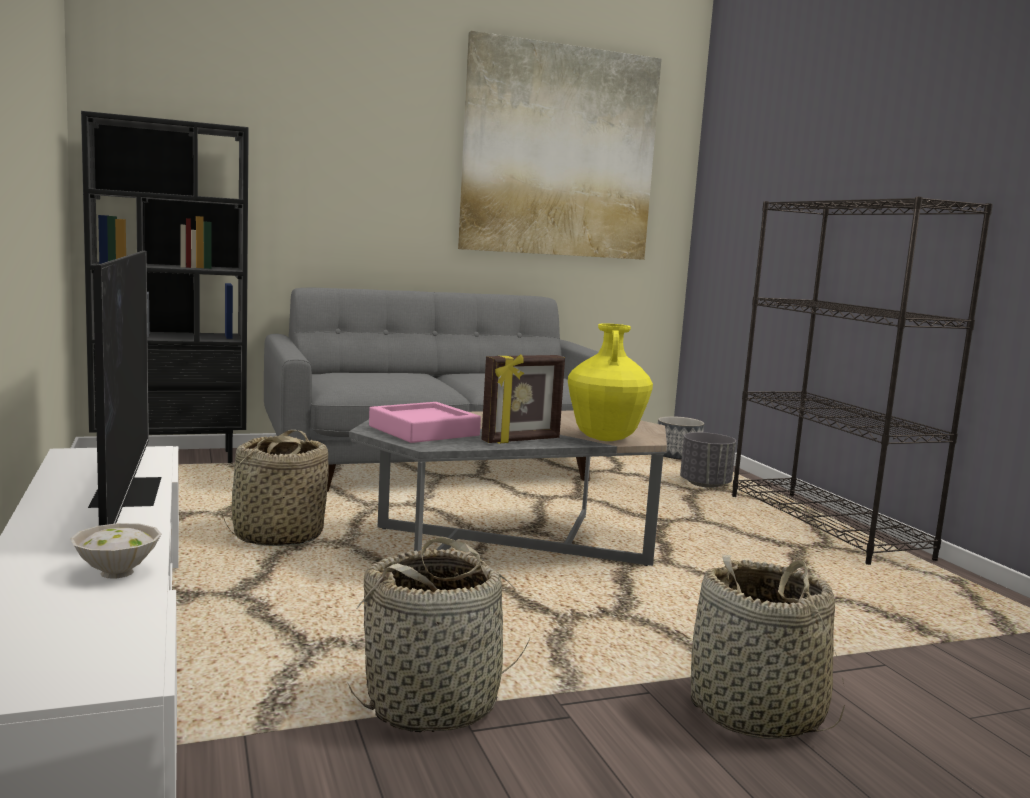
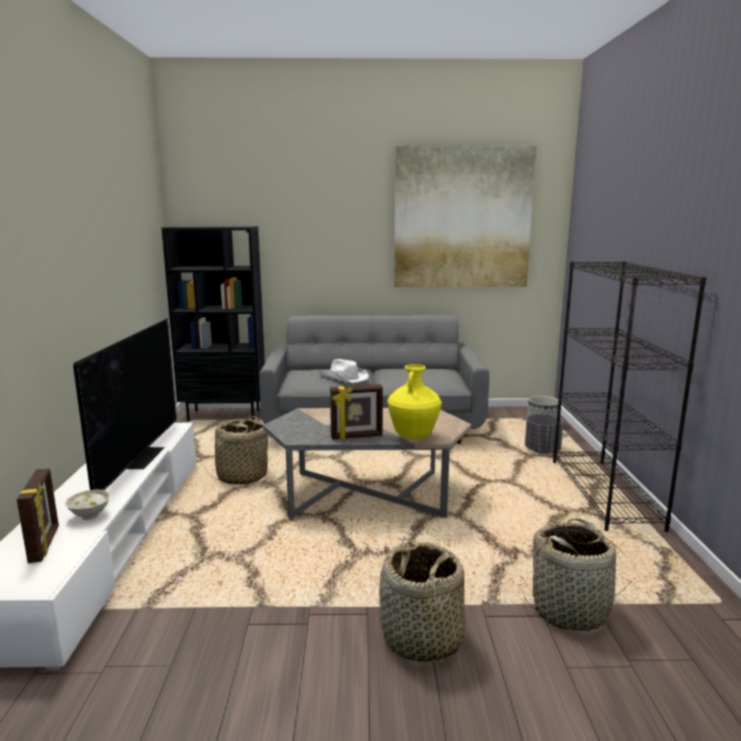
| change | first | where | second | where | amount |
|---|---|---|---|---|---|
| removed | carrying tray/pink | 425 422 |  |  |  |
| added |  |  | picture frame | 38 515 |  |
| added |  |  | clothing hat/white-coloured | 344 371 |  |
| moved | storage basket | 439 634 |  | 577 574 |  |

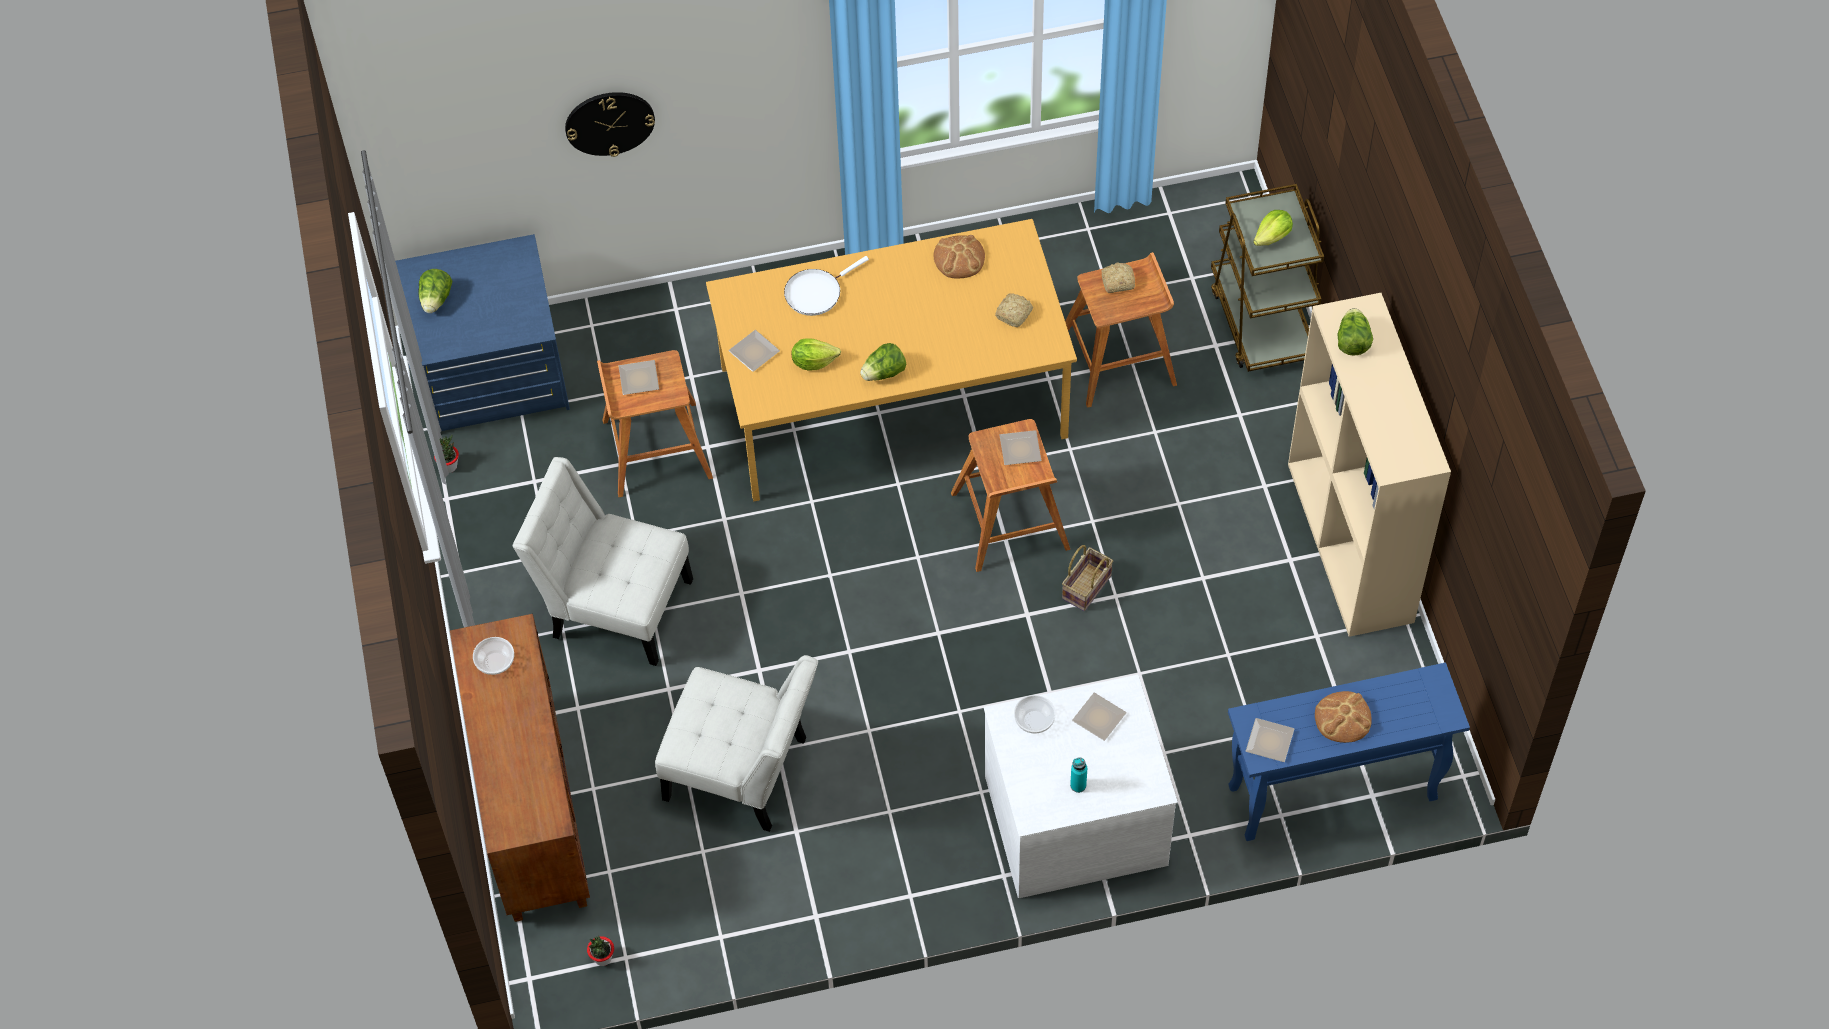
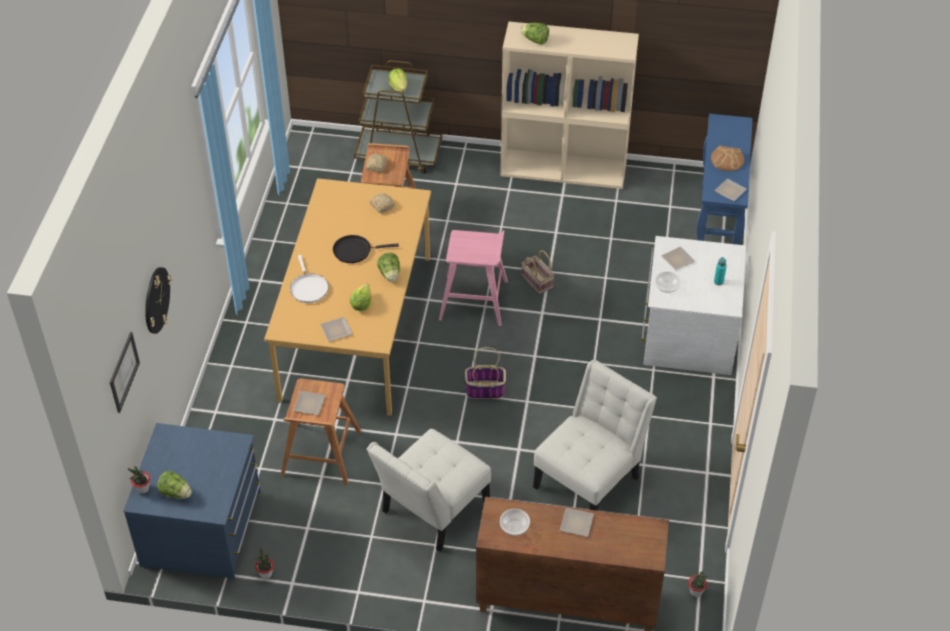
| change | first | where | second | where | amount |
|---|---|---|---|---|---|
| removed | baked bread | 959 257 |  |  |  |
| added |  |  | wall art | 125 372 |  |
| added |  |  | plant in a pot | 139 480 |  |
| added |  |  | frying pan/black-coloured | 366 249 |  |
| added |  |  | storage basket | 485 373 |  |
| moved | plate | 1020 447 |  | 577 522 |  |
| recoloured | sitting stool/brownish | 1010 495 | sitting stool/pink | 473 278 |  |

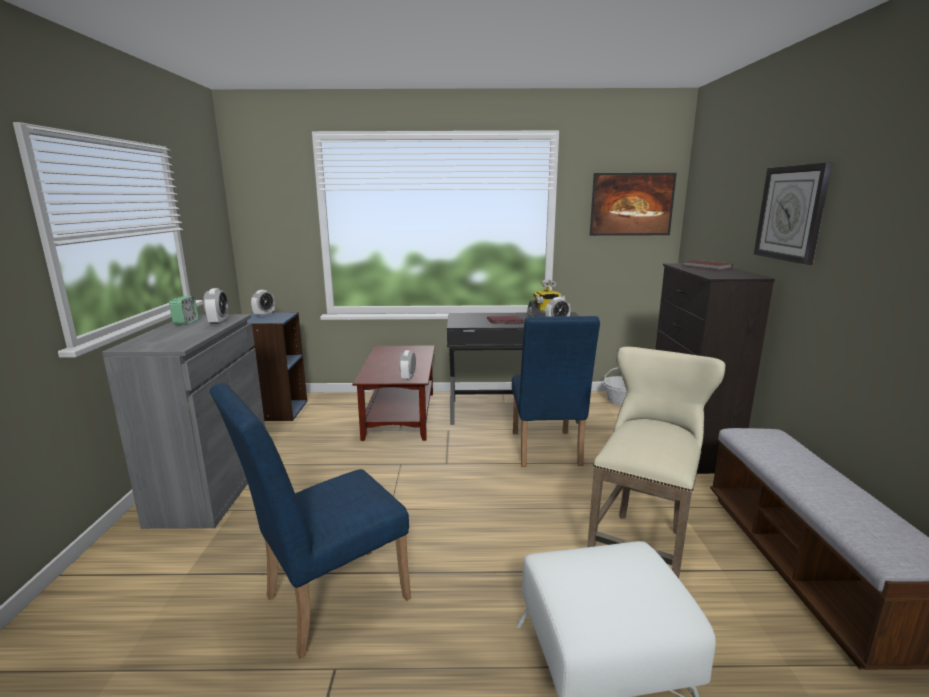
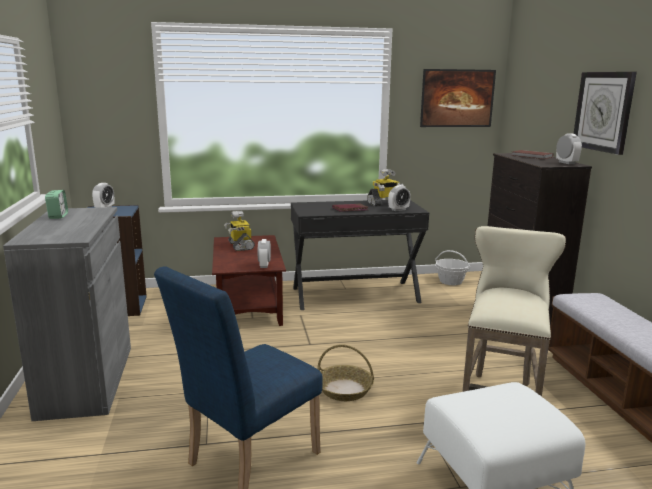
| change | first | where | second | where | amount |
|---|---|---|---|---|---|
| removed | upright chair/bluish | 556 391 |  |  |  |
| added |  |  | model robot | 239 231 |  |
| added |  |  | storage basket | 345 372 |  |
| moved | table clock | 215 306 |  | 569 148 |  |

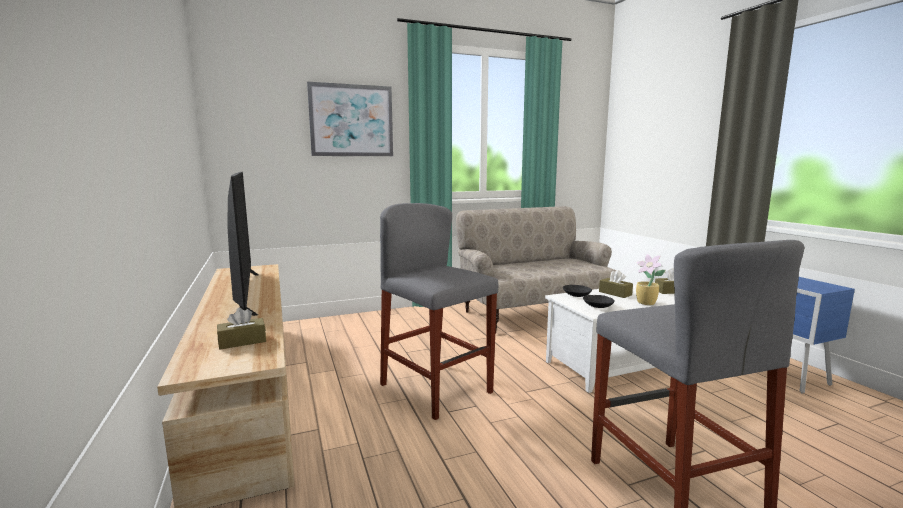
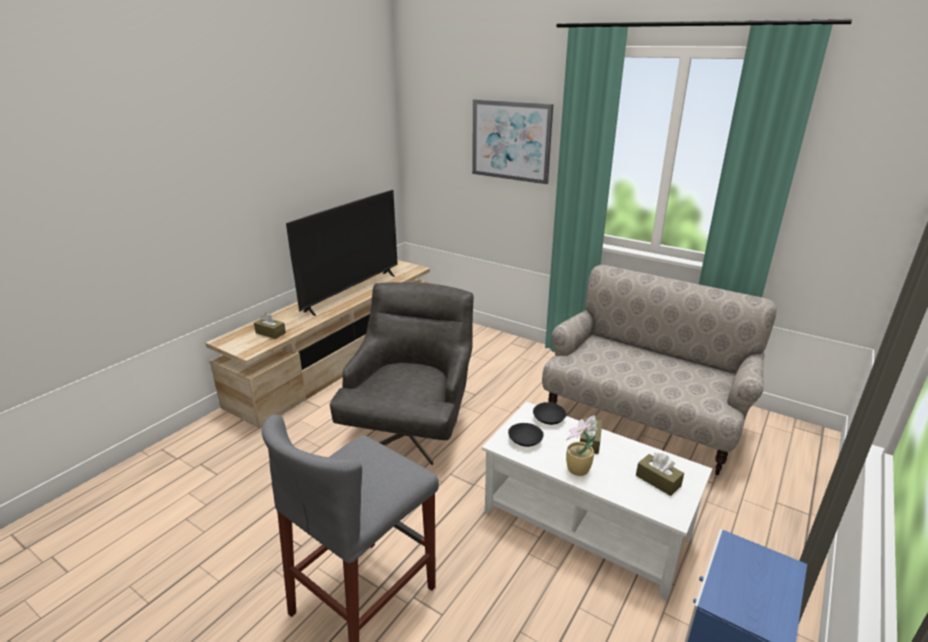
| change | first | where | second | where | amount |
|---|---|---|---|---|---|
| replaced | sitting stool/gray | 439 311 | armchair/gray | 402 373 |  |

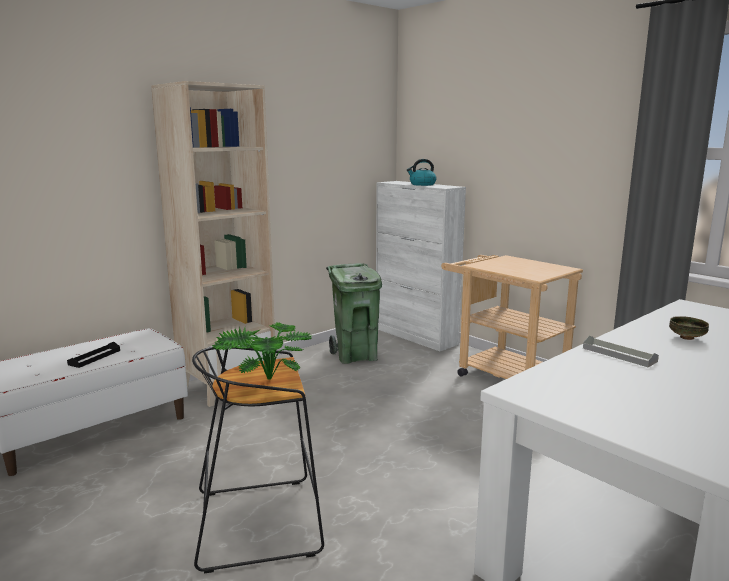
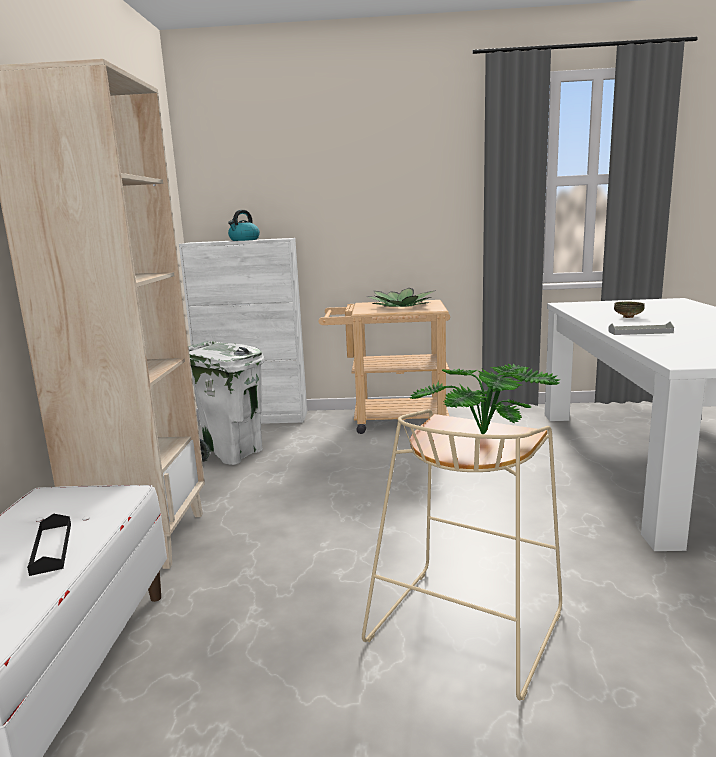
| change | first | where | second | where | amount |
|---|---|---|---|---|---|
| added |  |  | plant in a pot | 401 297 |  |
| recoloured | sitting stool/black-coloured | 258 460 | sitting stool/beige-coloured | 462 554 |  |
| recoloured | trash can/green | 354 313 | trash can/white-coloured | 227 403 |  |

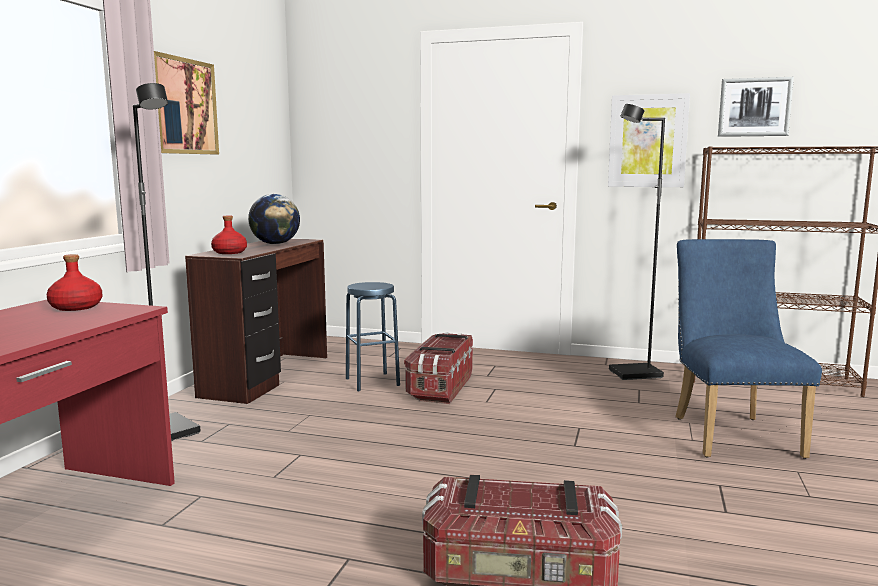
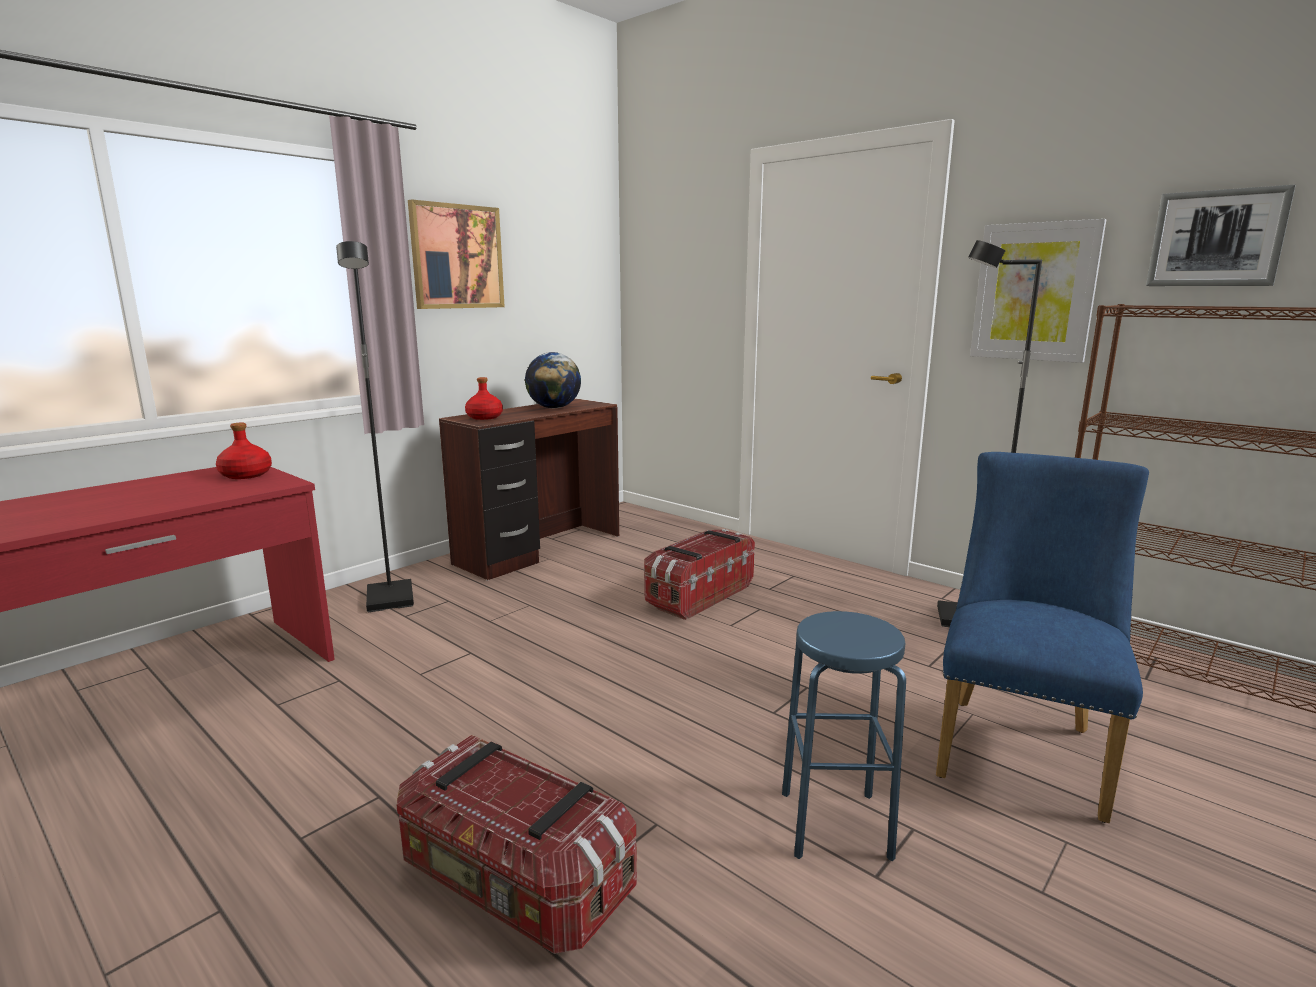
| change | first | where | second | where | amount |
|---|---|---|---|---|---|
| moved | sitting stool/bluish | 373 336 |  | 844 736 |  |

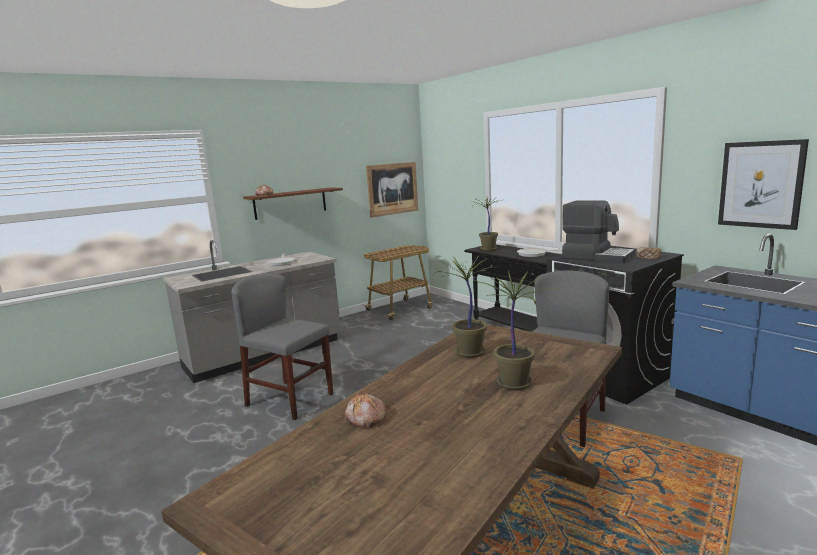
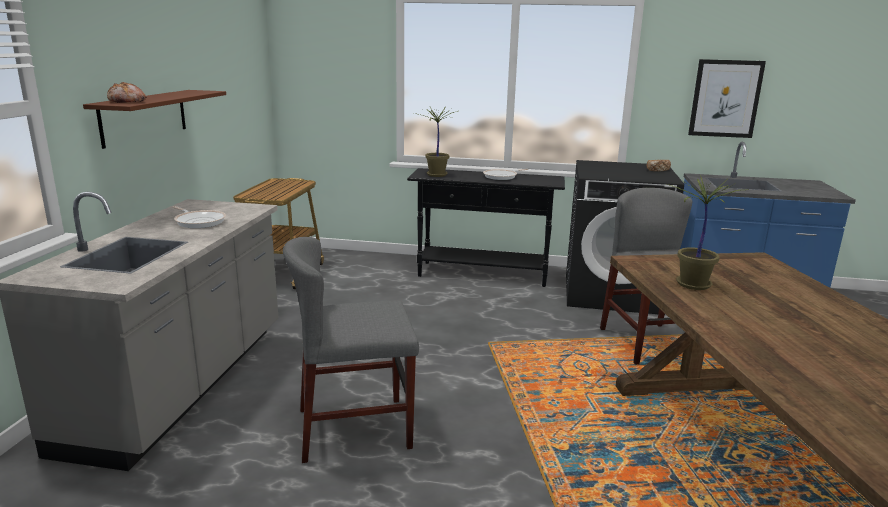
| change | first | where | second | where | amount |
|---|---|---|---|---|---|
| removed | baked bread | 366 410 |  |  |  |
| removed | wall art | 392 189 |  |  |  |
| removed | plant in a pot | 517 330 |  |  |  |
| removed | coffee machine | 598 231 |  |  |  |

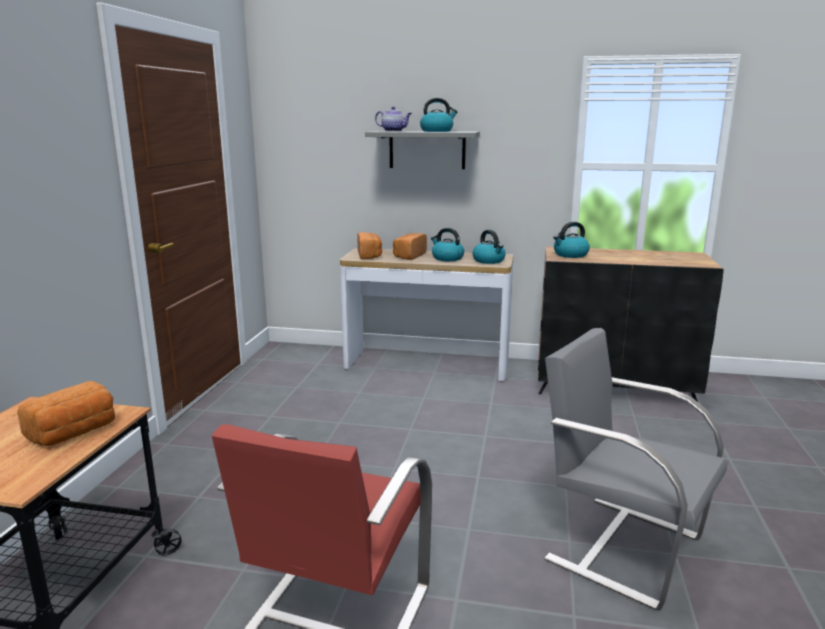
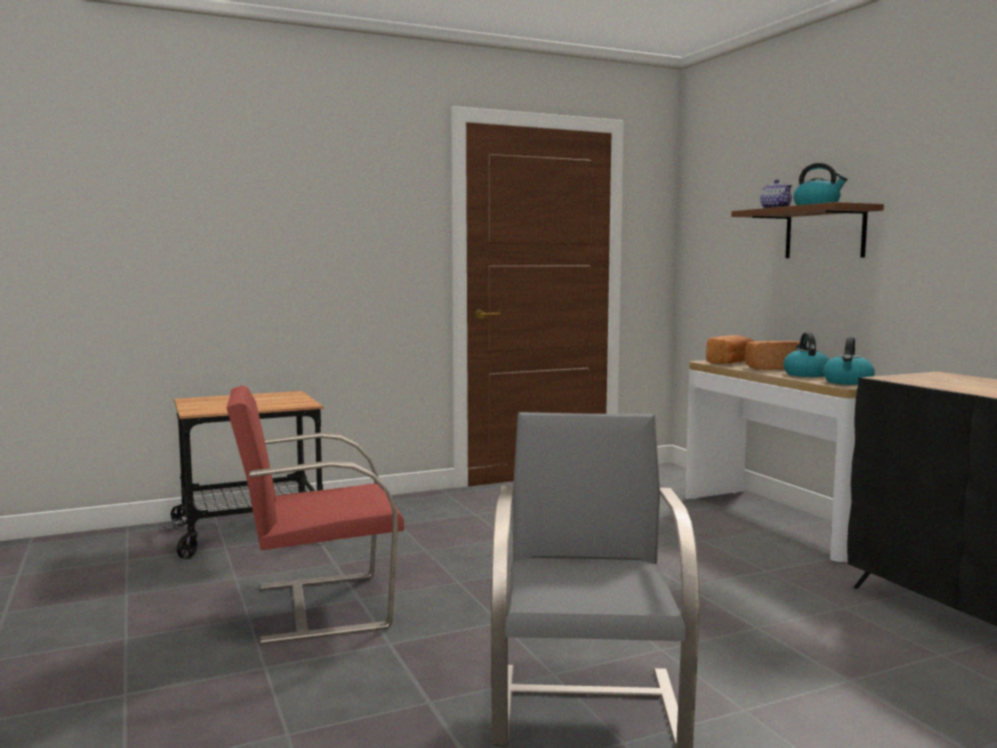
| change | first | where | second | where | amount |
|---|---|---|---|---|---|
| removed | baked bread | 66 413 |  |  |  |
| removed | water kettle | 571 240 |  |  |  |
| recoloured | bracket shelf/gray | 422 150 | bracket shelf/brownish | 807 230 |  |

